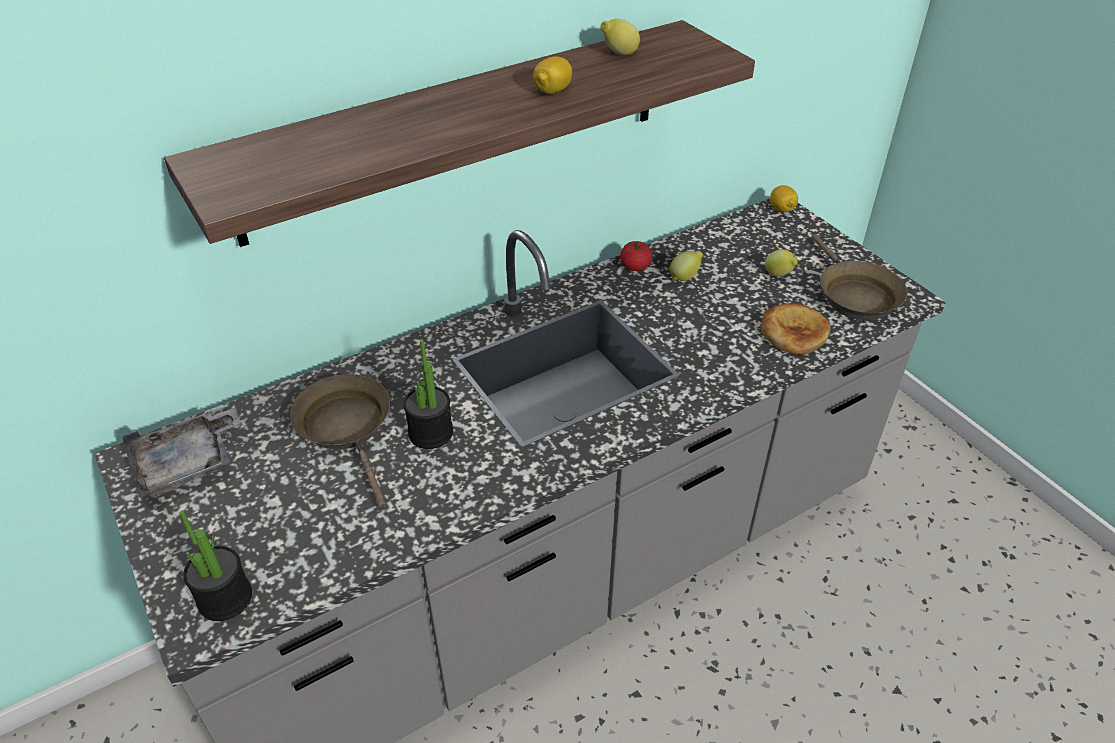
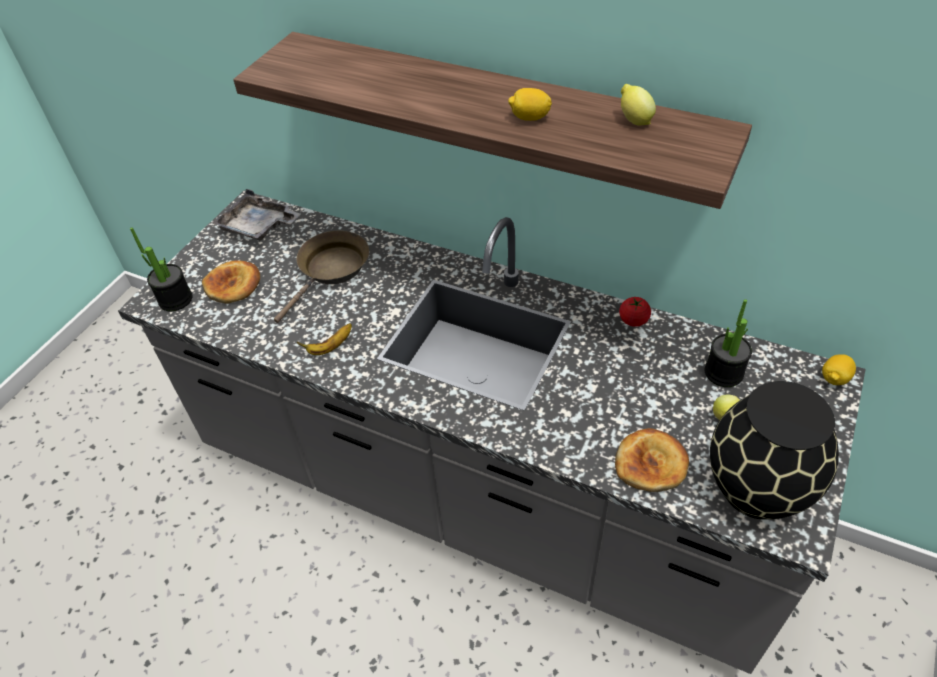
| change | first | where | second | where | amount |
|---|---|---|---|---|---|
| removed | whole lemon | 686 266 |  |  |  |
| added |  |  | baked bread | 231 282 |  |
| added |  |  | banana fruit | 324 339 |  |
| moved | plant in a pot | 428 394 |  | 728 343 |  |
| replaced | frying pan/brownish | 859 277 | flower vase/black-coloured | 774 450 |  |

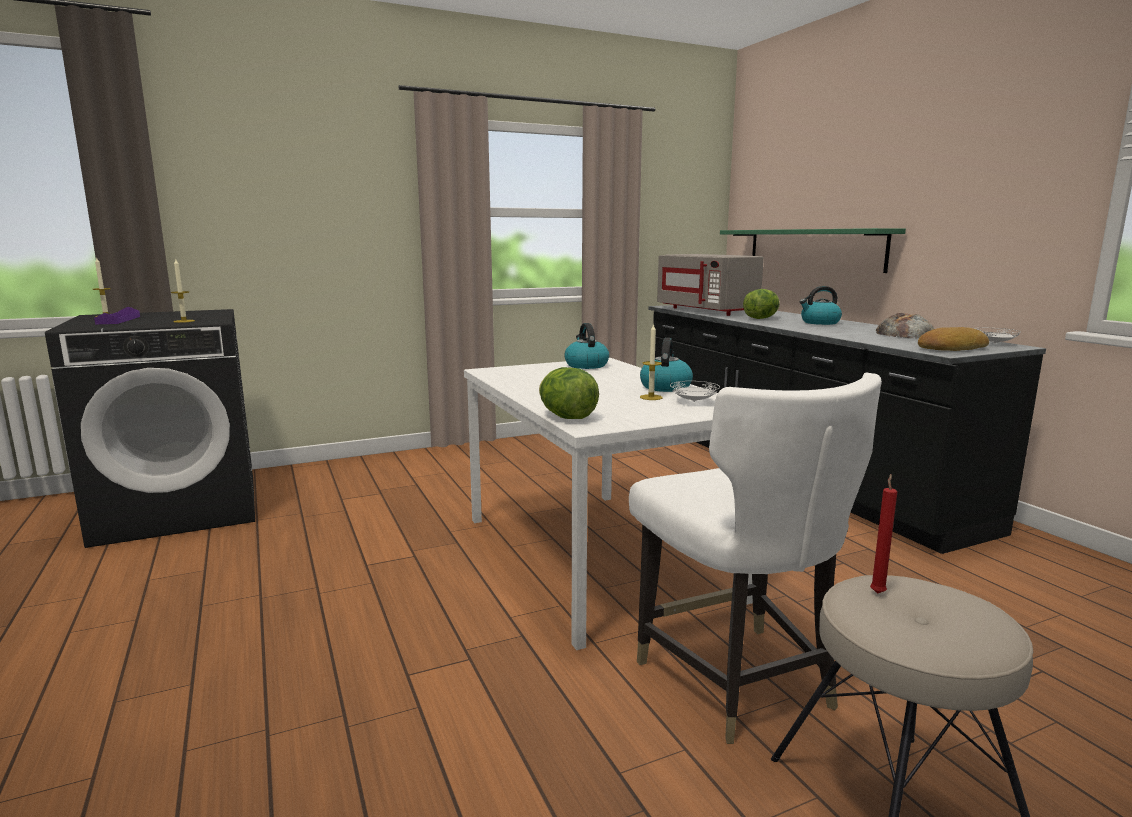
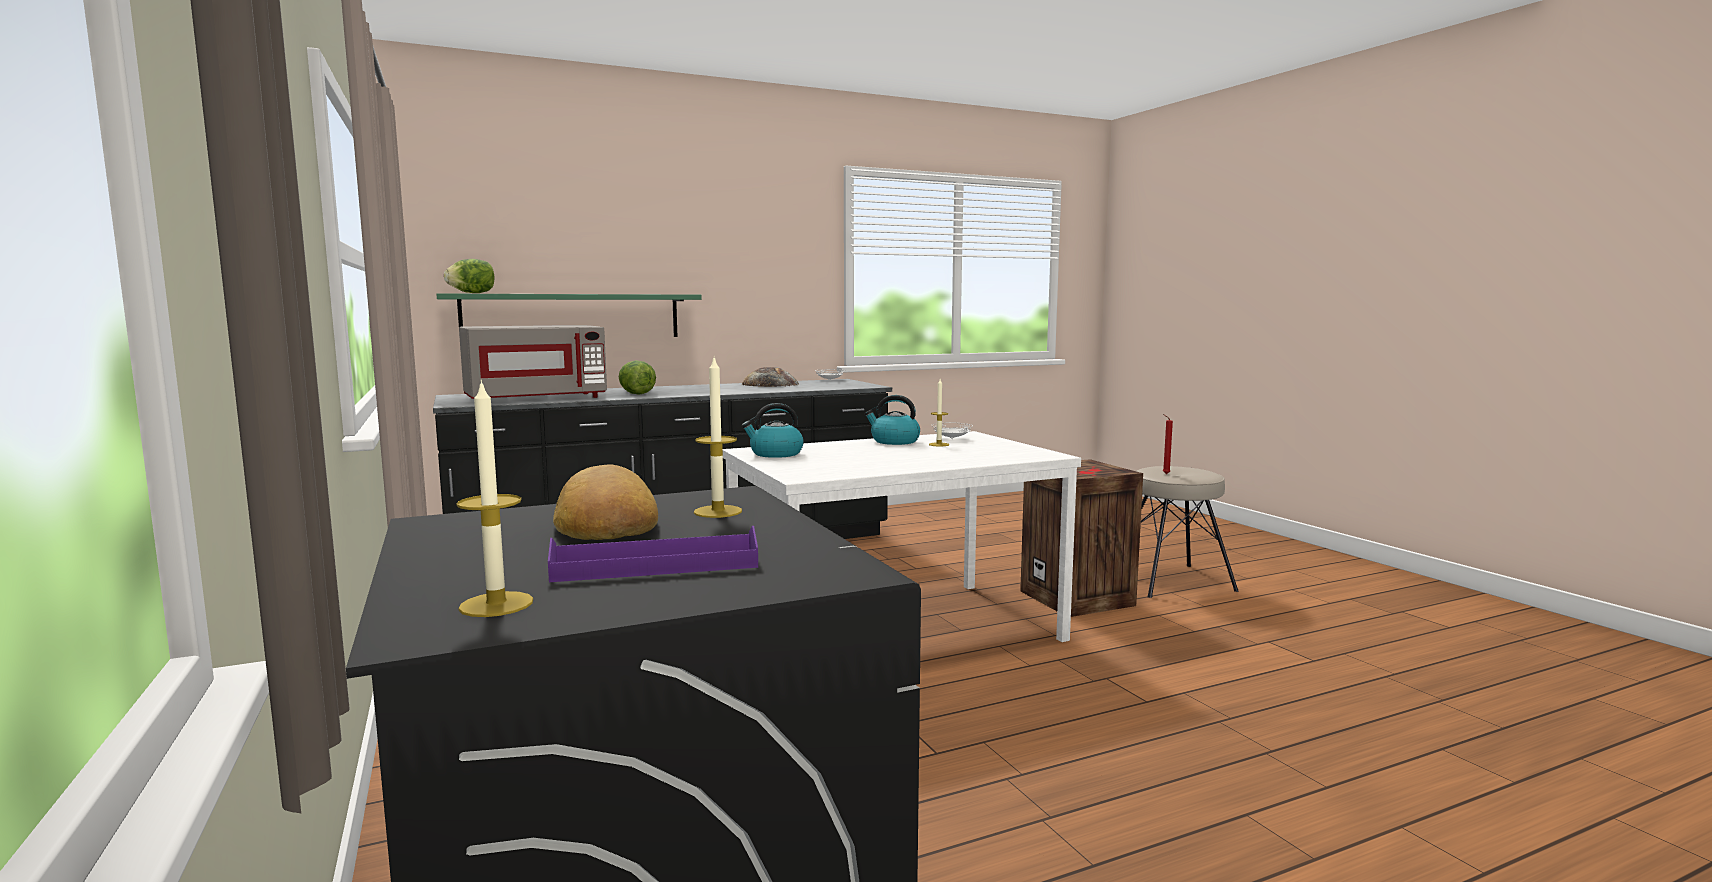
| change | first | where | second | where | amount |
|---|---|---|---|---|---|
| removed | water kettle | 821 305 |  |  |  |
| moved | lettuce | 569 393 |  | 469 276 |  |
| moved | baked bread | 953 339 |  | 605 502 |  |
| replaced | upright chair/white-coloured | 755 558 | crate | 1081 538 |  |

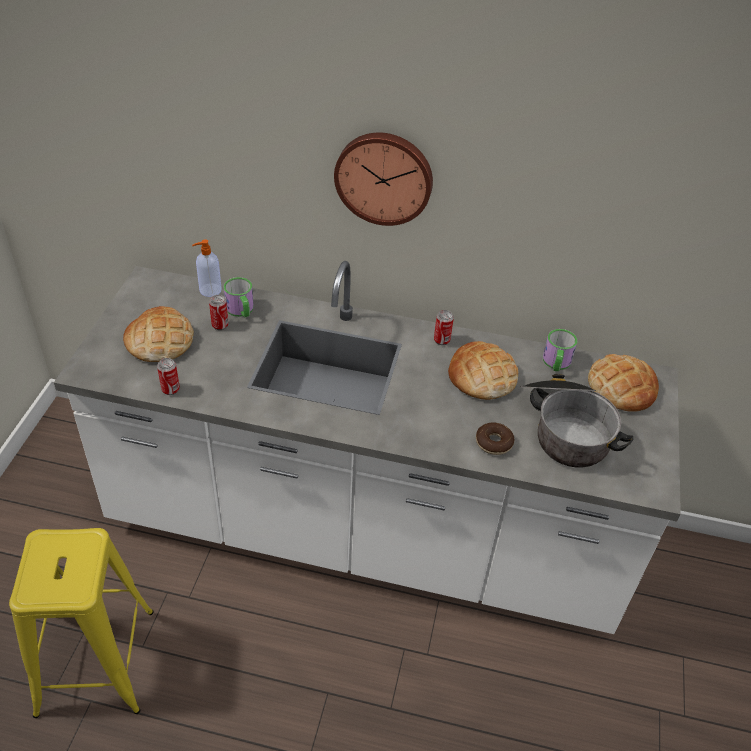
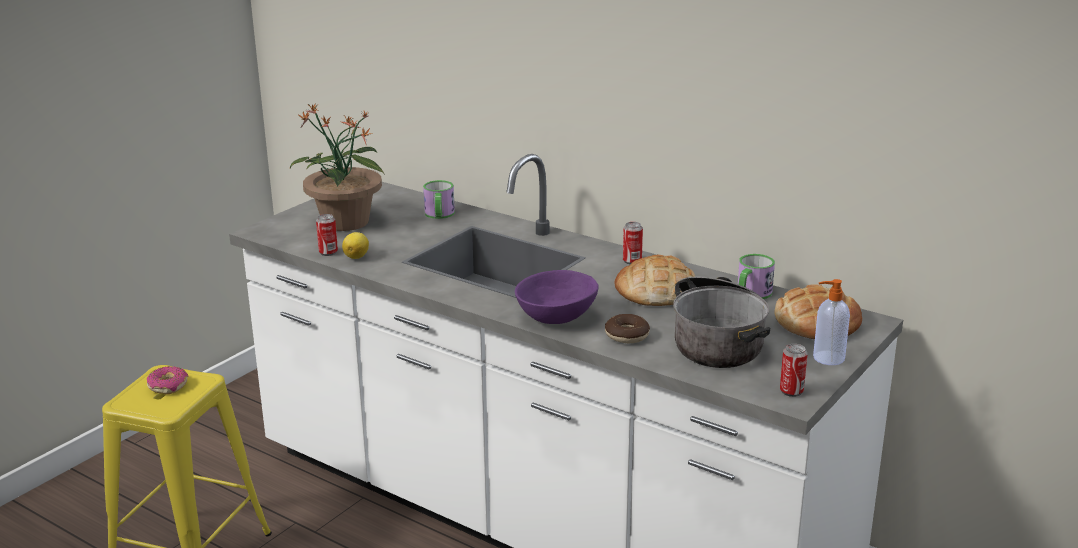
| change | first | where | second | where | amount |
|---|---|---|---|---|---|
| removed | clock on the wall | 383 179 |  |  |  |
| added |  |  | doughnut | 167 380 |  |
| added |  |  | whole lemon | 355 245 |  |
| added |  |  | bowl/purple | 557 297 |  |
| moved | liquid soap bottle | 207 268 |  | 831 322 |  |
| moved | metal can | 218 312 |  | 794 370 |  |
| replaced | baked bread | 158 334 | plant in a pot | 337 167 |  |

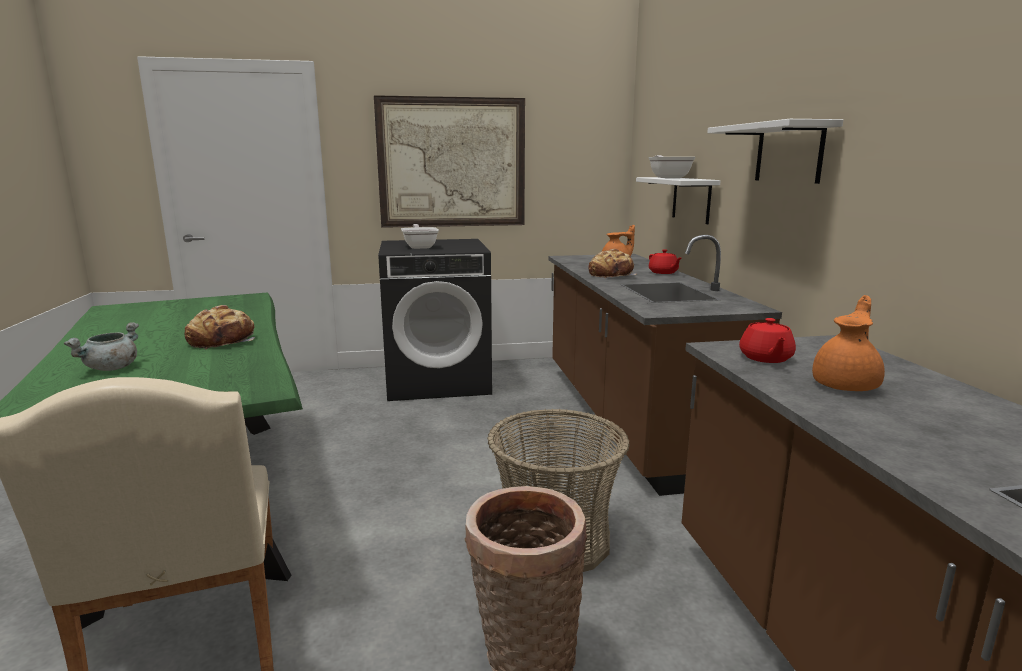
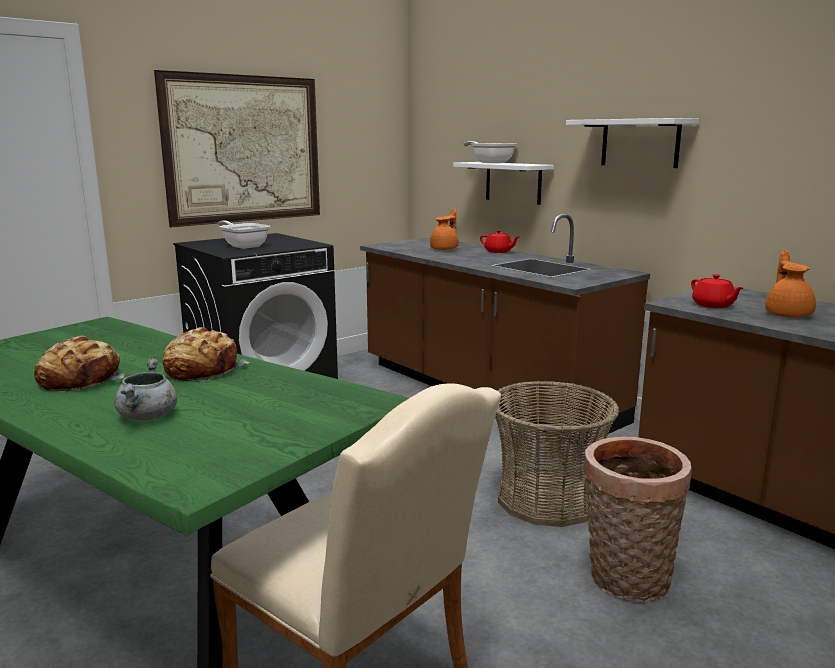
| change | first | where | second | where | amount |
|---|---|---|---|---|---|
| moved | baked bread | 612 263 |  | 79 364 |  |

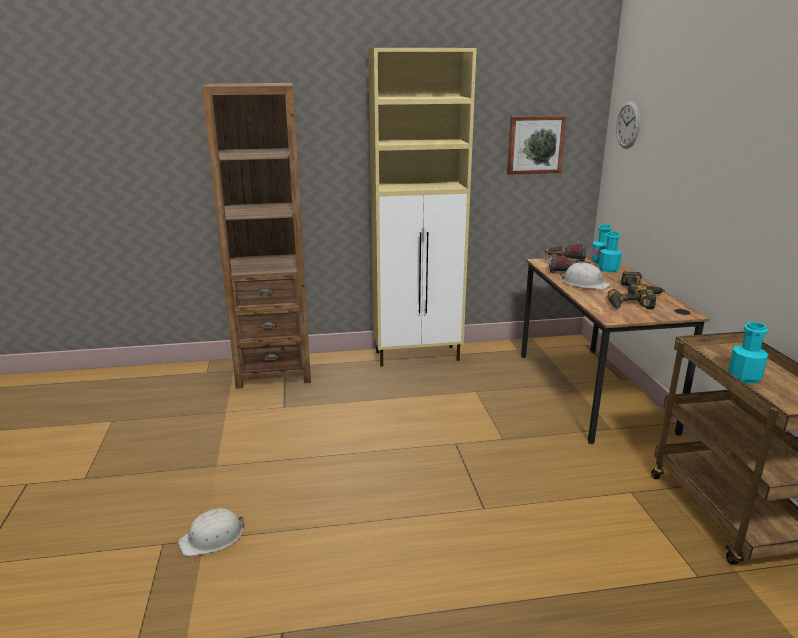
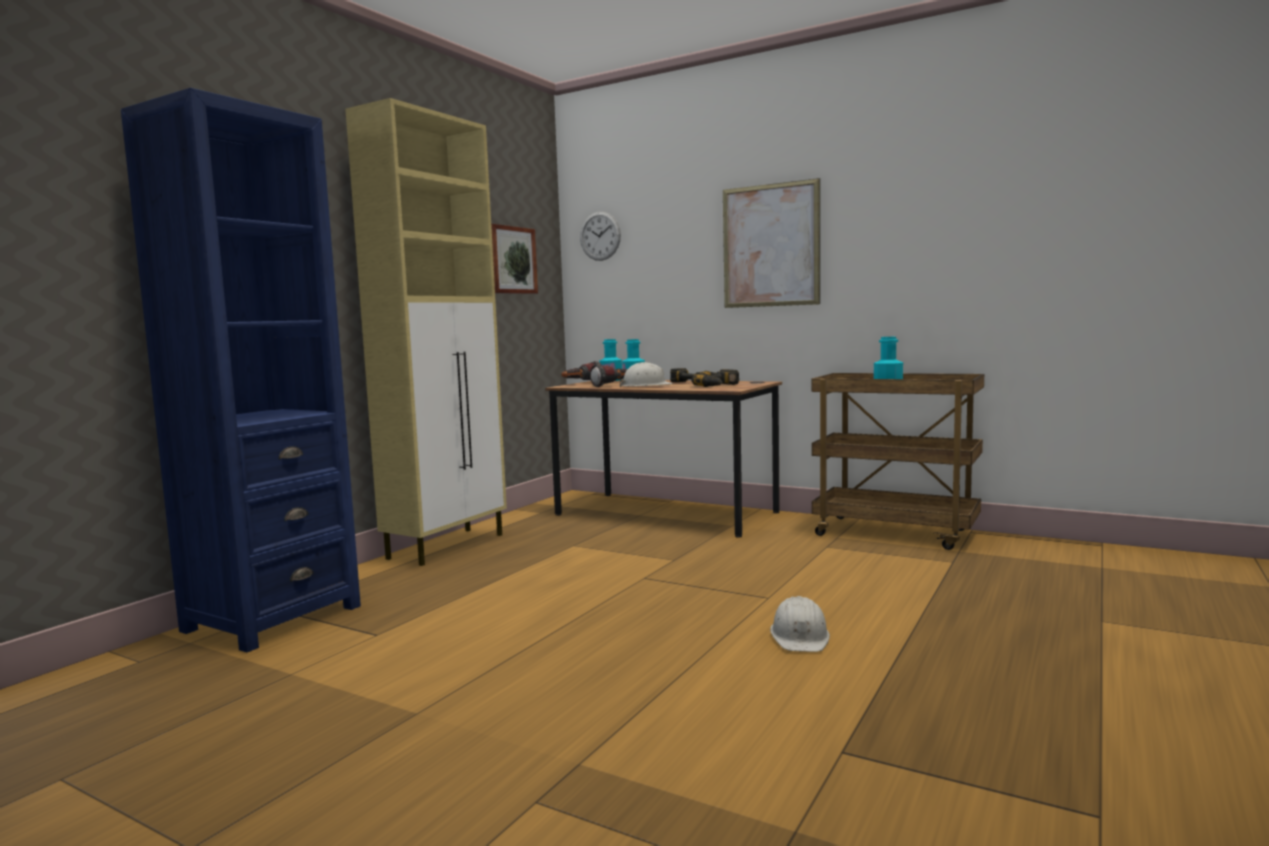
| change | first | where | second | where | amount |
|---|---|---|---|---|---|
| added |  |  | wall art | 771 243 |  |
| moved | work helmet/white-coloured | 211 532 |  | 800 624 |  |
| recoloured | shelving unit/brownish | 256 236 | shelving unit/bluish | 241 370 |  |

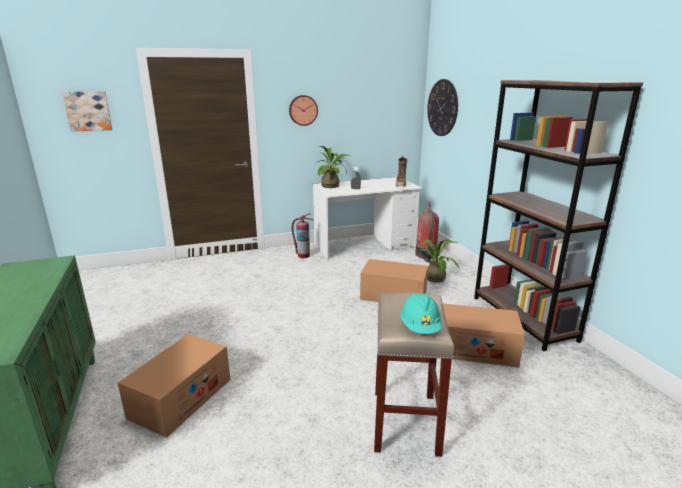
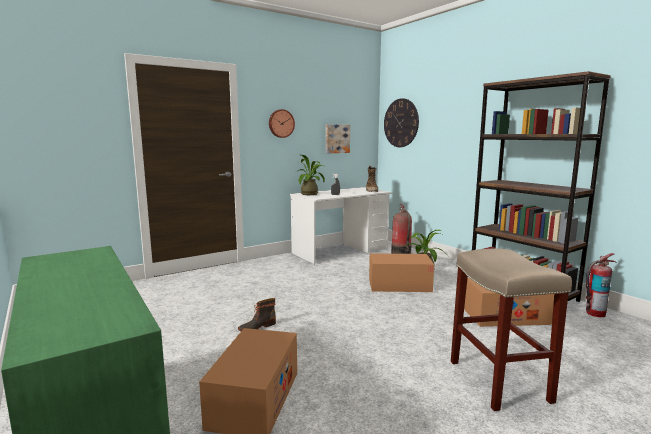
| change | first | where | second | where | amount |
|---|---|---|---|---|---|
| removed | work helmet/turquoise | 421 314 |  |  |  |
| added |  |  | boot | 257 314 |  |
| moved | wall art | 87 111 |  | 338 138 |  |
| moved | fire-fighting cylinder | 302 235 |  | 601 285 |  |

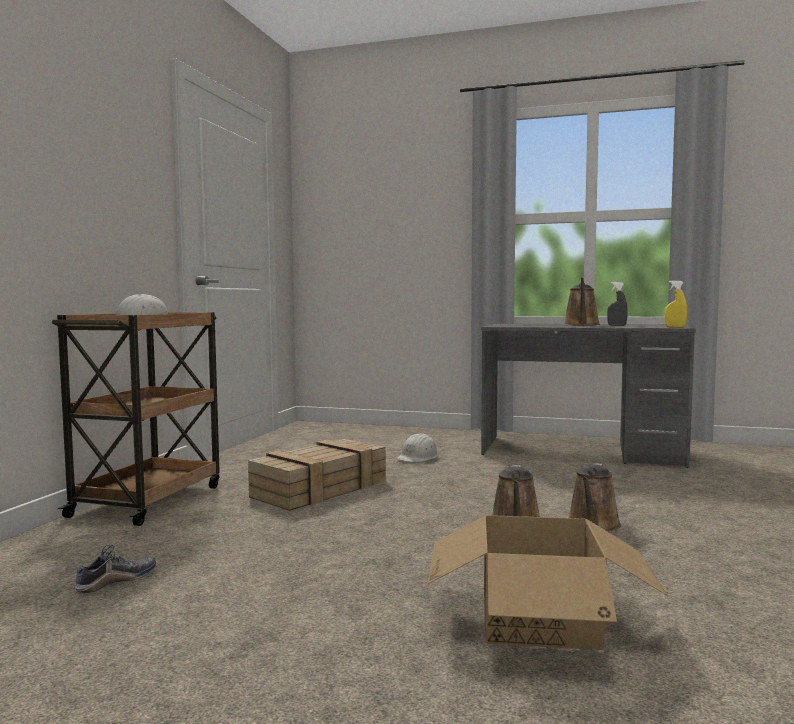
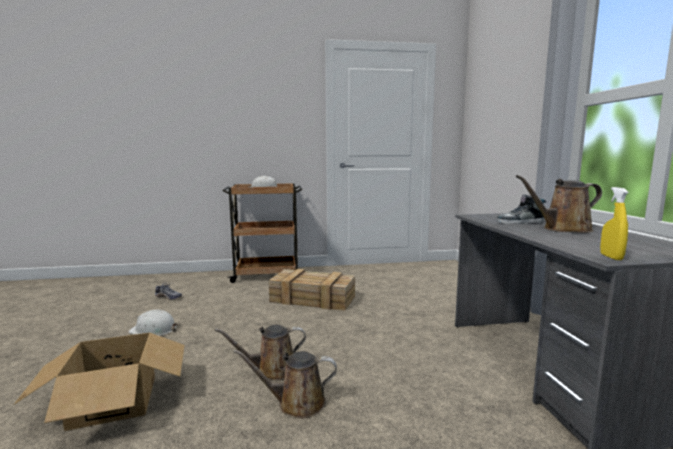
| change | first | where | second | where | amount |
|---|---|---|---|---|---|
| removed | spray bottle/gray | 617 304 |  |  |  |
| added |  |  | item of footwear | 521 209 |  |
| moved | work helmet/white-coloured | 418 447 |  | 153 323 |  |

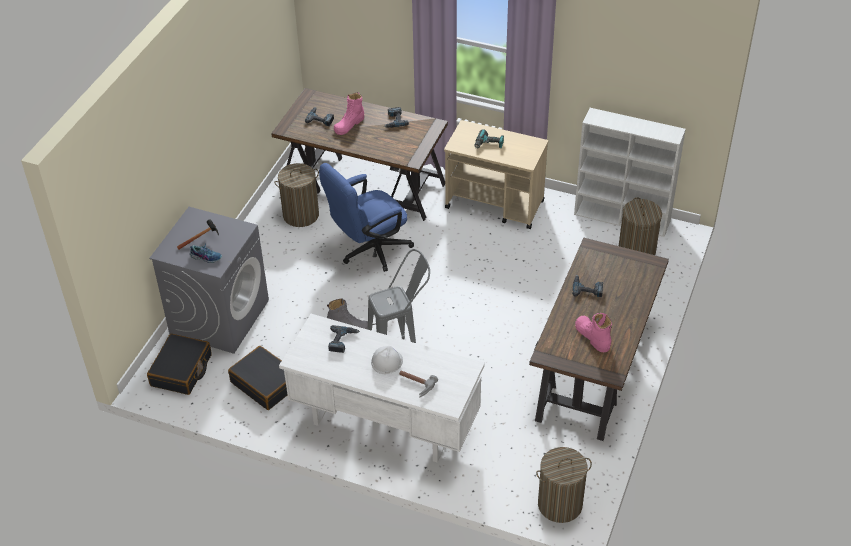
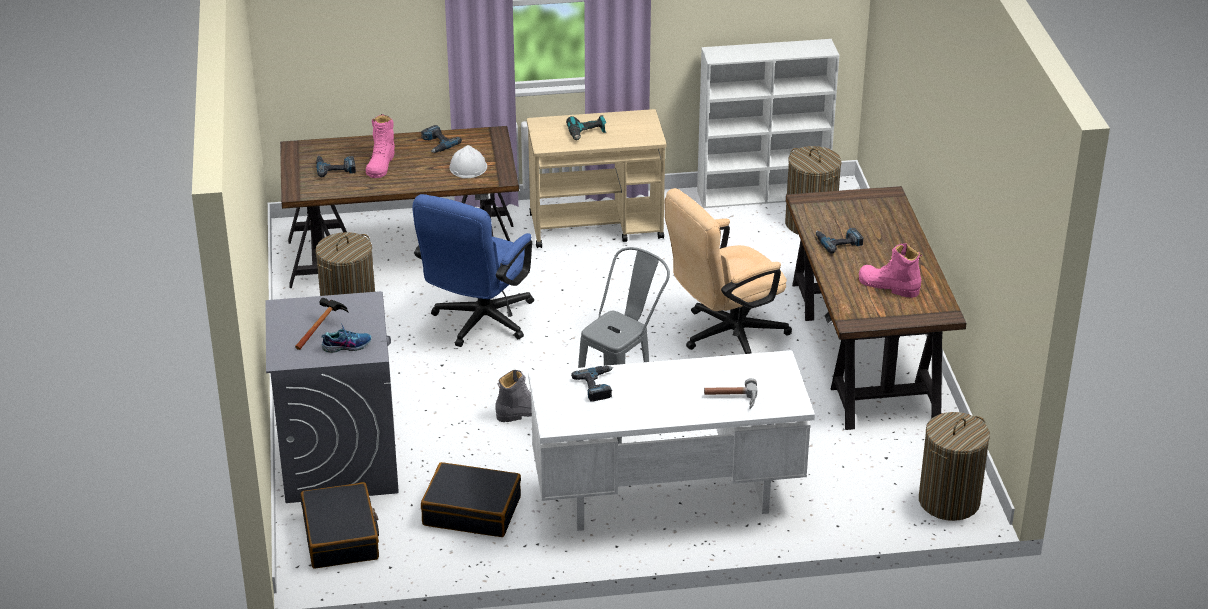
| change | first | where | second | where | amount |
|---|---|---|---|---|---|
| added |  |  | computer chair/beige-coloured | 728 271 |  |
| moved | work helmet/white-coloured | 387 360 |  | 468 161 |  |

